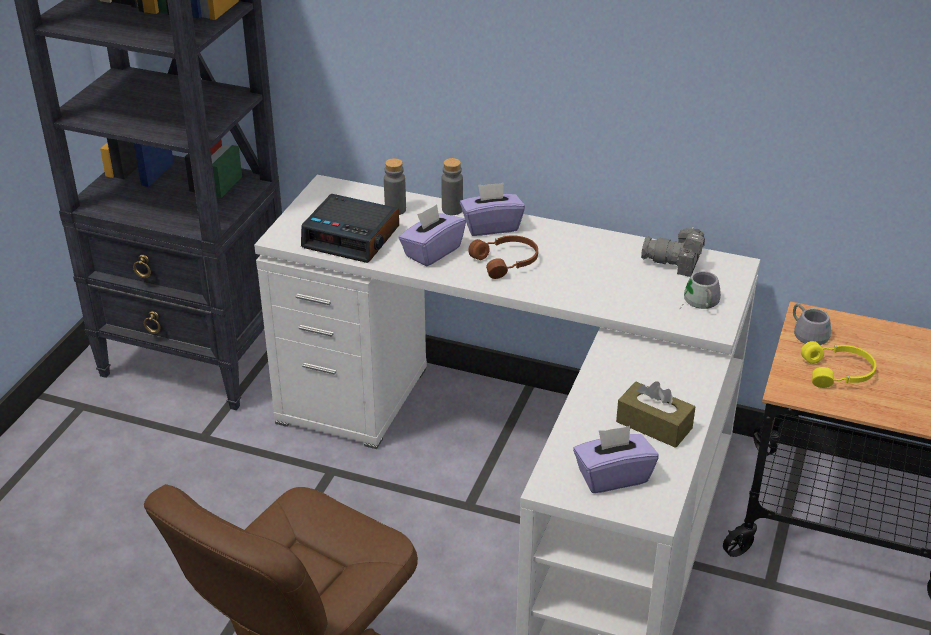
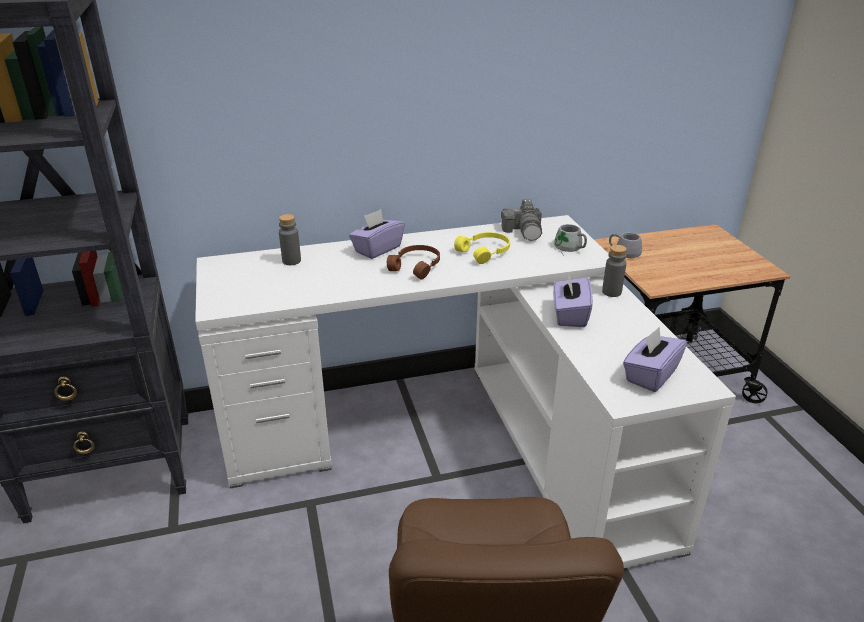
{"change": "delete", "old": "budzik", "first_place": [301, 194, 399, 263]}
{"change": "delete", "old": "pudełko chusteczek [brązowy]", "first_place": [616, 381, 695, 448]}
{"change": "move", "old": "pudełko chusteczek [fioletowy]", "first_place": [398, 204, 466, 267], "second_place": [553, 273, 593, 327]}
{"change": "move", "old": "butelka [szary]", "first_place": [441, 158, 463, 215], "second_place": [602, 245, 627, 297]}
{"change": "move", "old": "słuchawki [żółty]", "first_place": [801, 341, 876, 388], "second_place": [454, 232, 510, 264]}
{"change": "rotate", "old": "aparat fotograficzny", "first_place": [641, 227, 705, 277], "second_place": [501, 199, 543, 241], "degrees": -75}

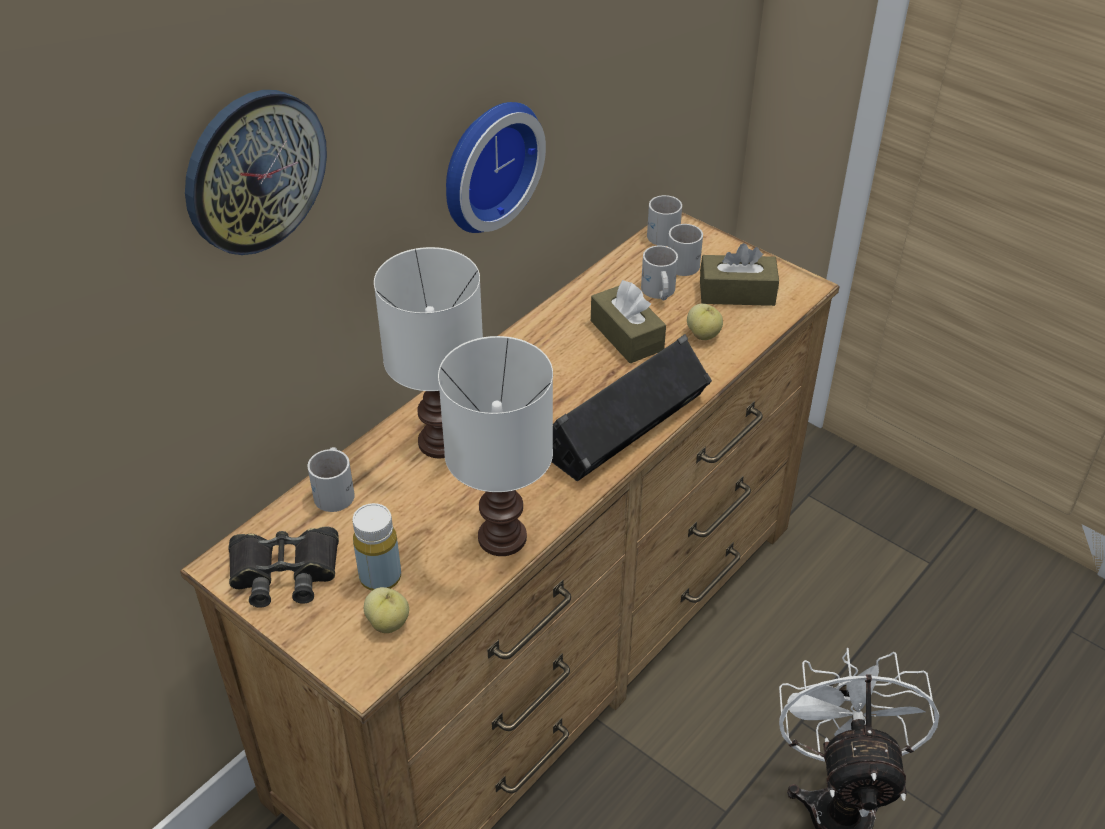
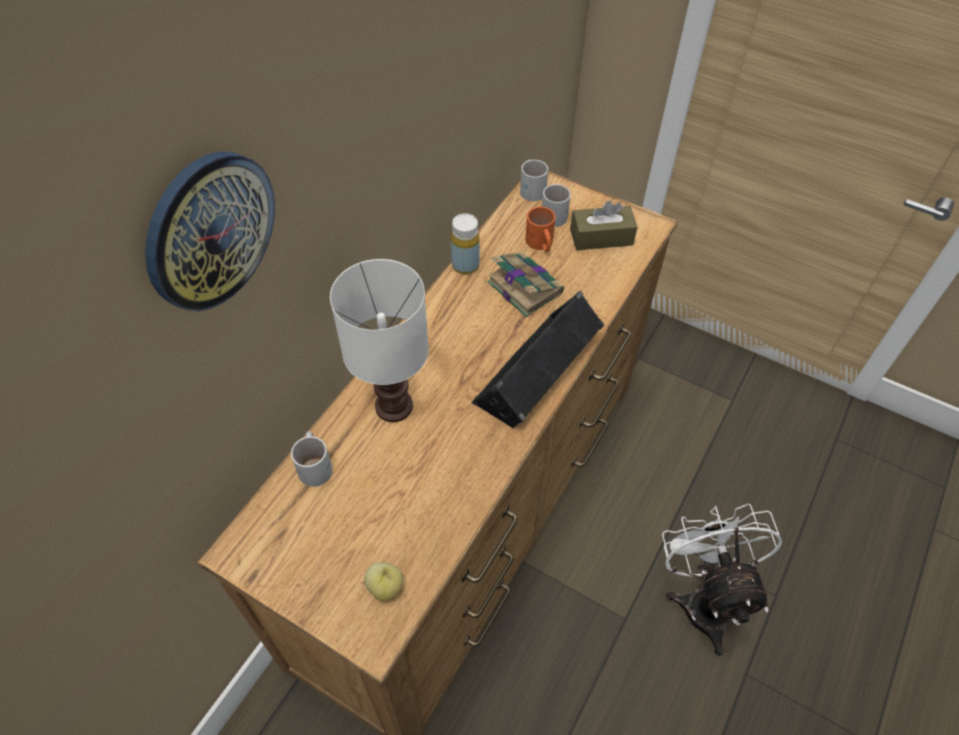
{"change": "delete", "old": "lornetka [czarny]", "first_place": [228, 527, 339, 608]}
{"change": "delete", "old": "lampa stołowa [biały]", "first_place": [438, 336, 553, 556]}
{"change": "delete", "old": "zegar ścienny", "first_place": [446, 102, 546, 233]}
{"change": "delete", "old": "jabłko", "first_place": [687, 304, 723, 340]}
{"change": "move", "old": "butelka [żółty]", "first_place": [352, 503, 401, 591], "second_place": [451, 213, 480, 274]}
{"change": "replace", "old": "pudełko chusteczek [brązowy]", "new": "książka", "first_place": [591, 280, 666, 363], "second_place": [487, 252, 564, 317]}
{"change": "recolor", "old": "kubek [biały]", "new": "kubek [pomarańczowy]", "first_place": [641, 246, 678, 300], "second_place": [525, 207, 555, 252]}

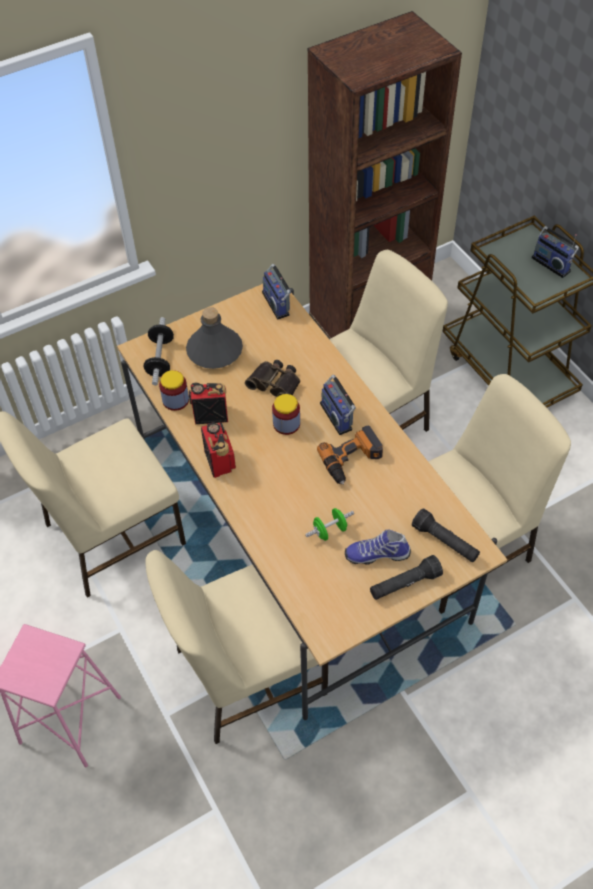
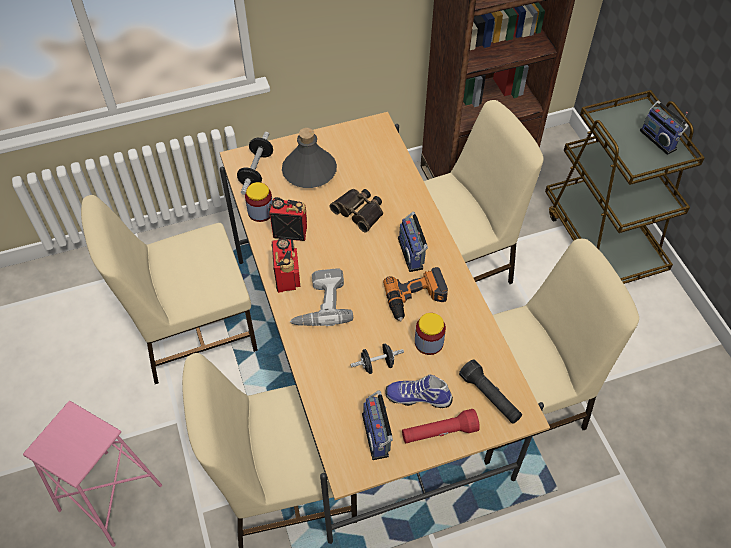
{"change": "insert", "new": "wiertarka", "second_place": [290, 269, 353, 326]}
{"change": "move", "old": "radio", "first_place": [262, 264, 291, 319], "second_place": [362, 390, 393, 460]}
{"change": "move", "old": "słoik", "first_place": [272, 394, 300, 435], "second_place": [415, 313, 446, 355]}
{"change": "recolor", "old": "hantel [zielony]", "new": "hantel [czarny]", "first_place": [305, 508, 354, 541], "second_place": [351, 343, 404, 374]}
{"change": "recolor", "old": "latarka [czarny]", "new": "latarka [czerwony]", "first_place": [370, 555, 443, 600], "second_place": [402, 409, 480, 443]}

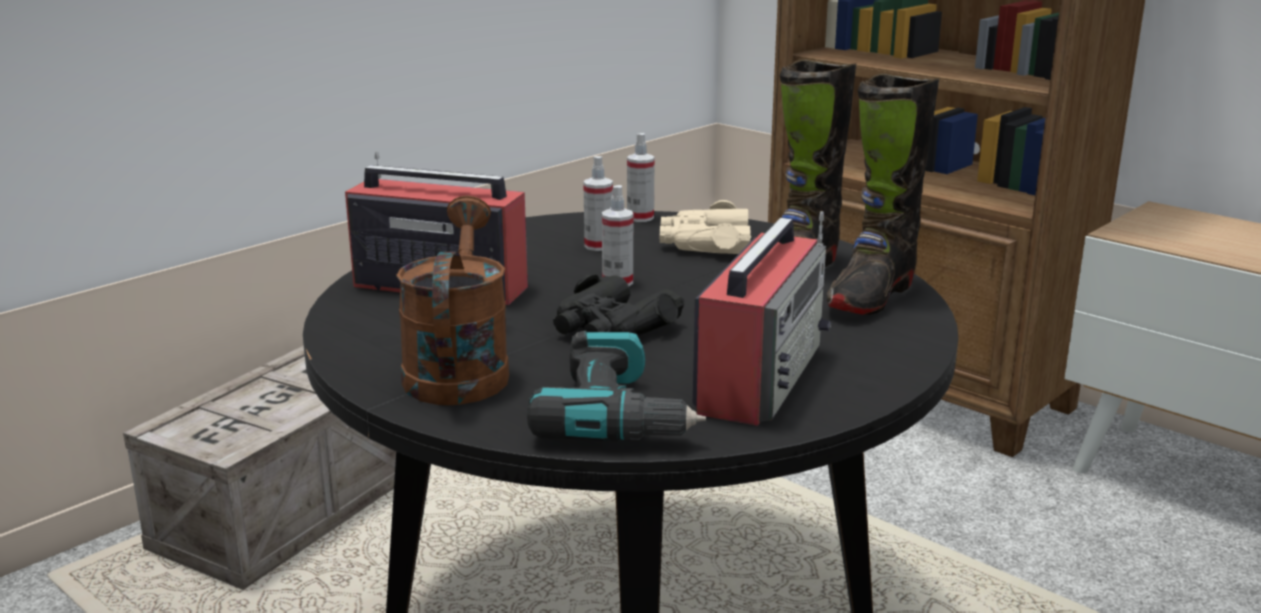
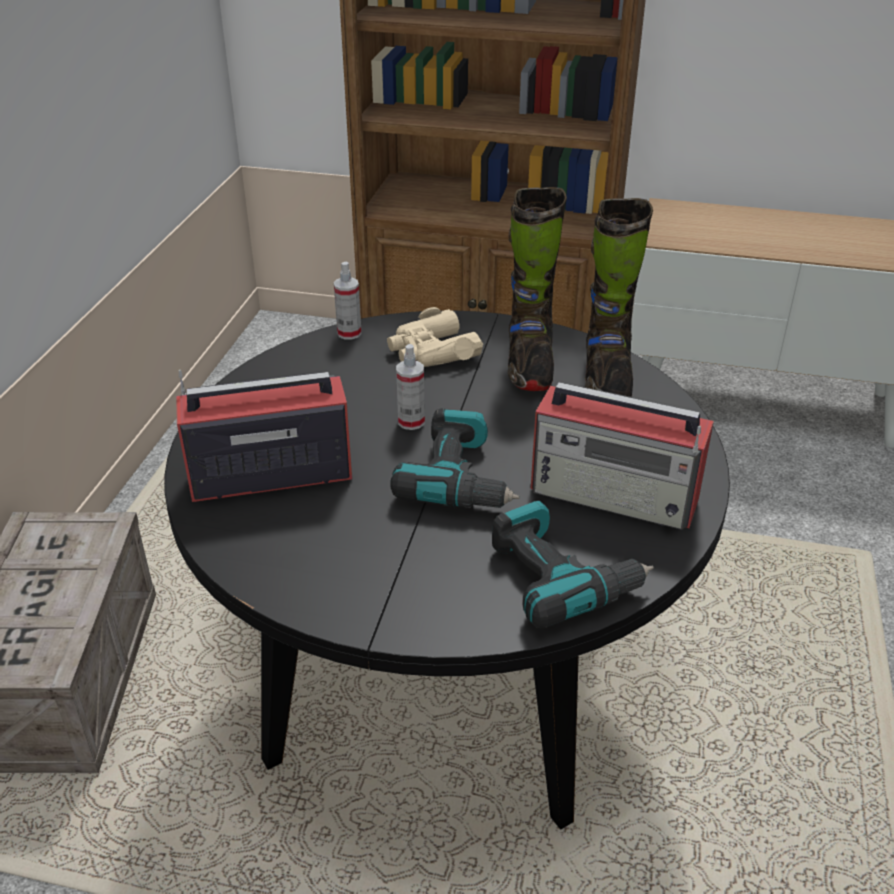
{"change": "delete", "old": "konewka [brązowy]", "first_place": [396, 196, 509, 405]}
{"change": "delete", "old": "spryskiwacz", "first_place": [583, 156, 613, 251]}
{"change": "replace", "old": "lornetka [czarny]", "new": "wiertarka", "first_place": [553, 273, 685, 337], "second_place": [390, 408, 520, 508]}
{"change": "rotate", "old": "radio", "first_place": [693, 211, 832, 426], "second_place": [531, 382, 714, 530], "degrees": 120}

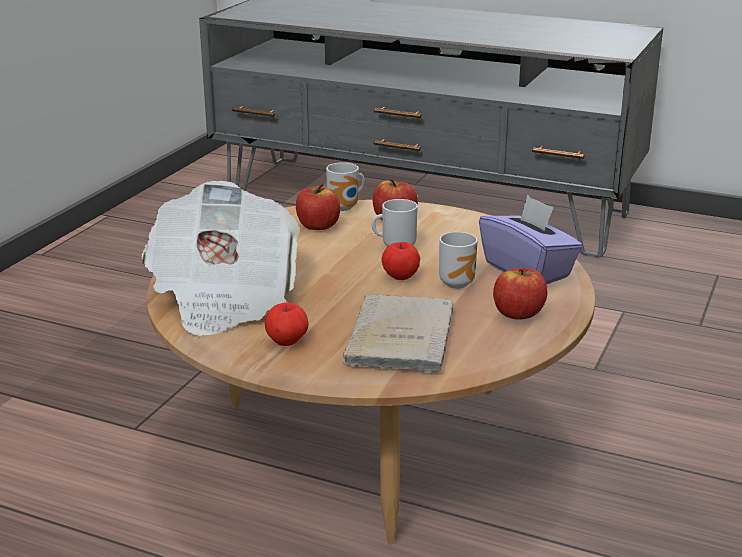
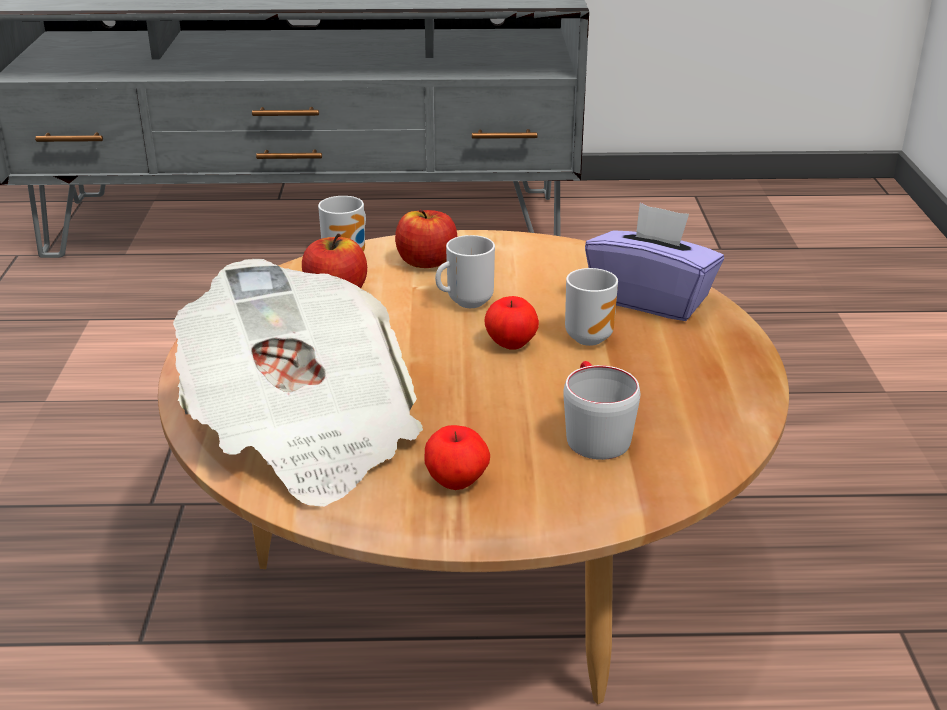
{"change": "delete", "old": "jabłko", "first_place": [493, 268, 547, 320]}
{"change": "replace", "old": "książka [beżowy]", "new": "kubek [szary]", "first_place": [343, 294, 453, 372], "second_place": [563, 361, 640, 460]}

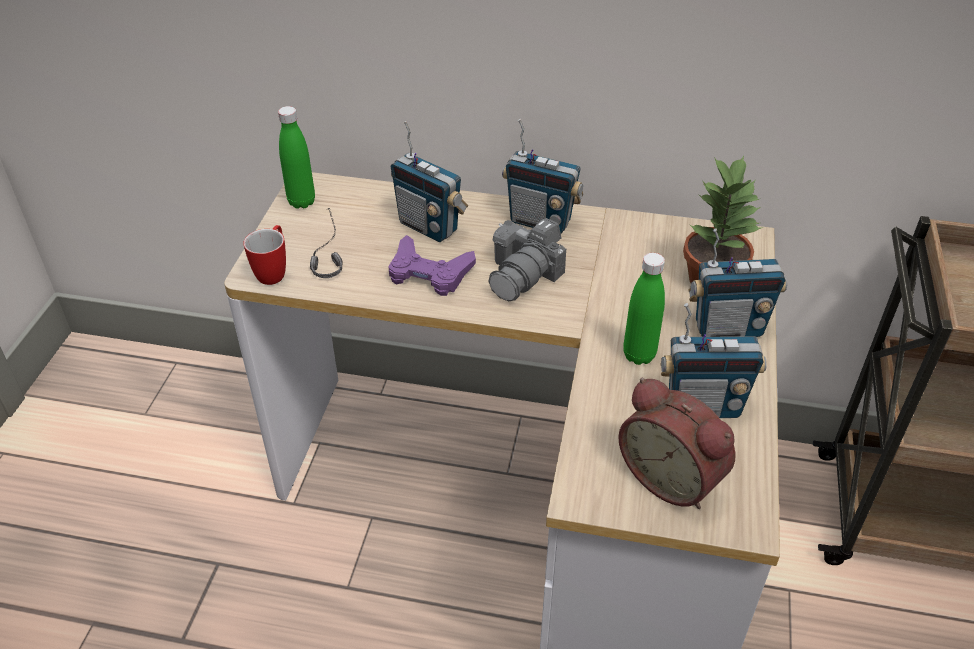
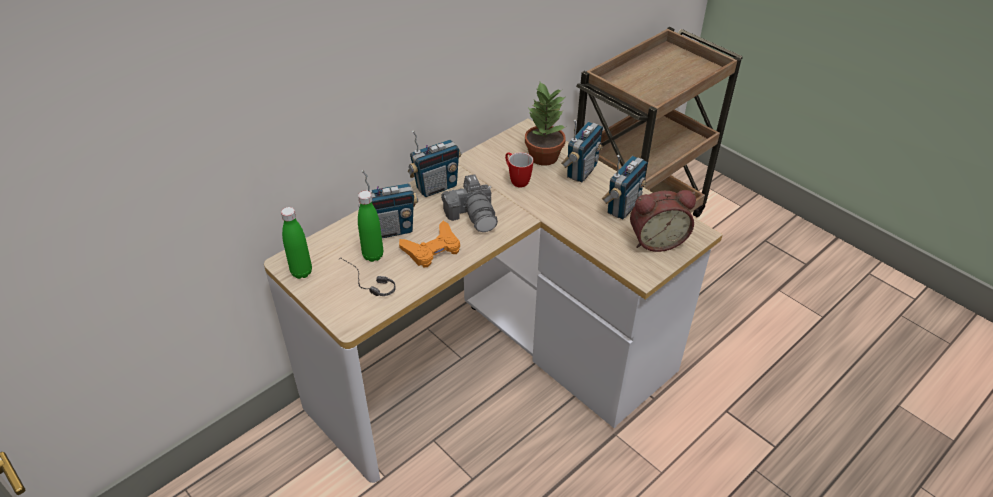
{"change": "move", "old": "kubek", "first_place": [243, 225, 286, 285], "second_place": [505, 152, 533, 187]}
{"change": "move", "old": "butelka [zielony]", "first_place": [623, 253, 665, 365], "second_place": [358, 191, 383, 262]}
{"change": "recolor", "old": "pad do gier [fioletowy]", "new": "pad do gier [pomarańczowy]", "first_place": [389, 235, 476, 296], "second_place": [399, 221, 460, 267]}

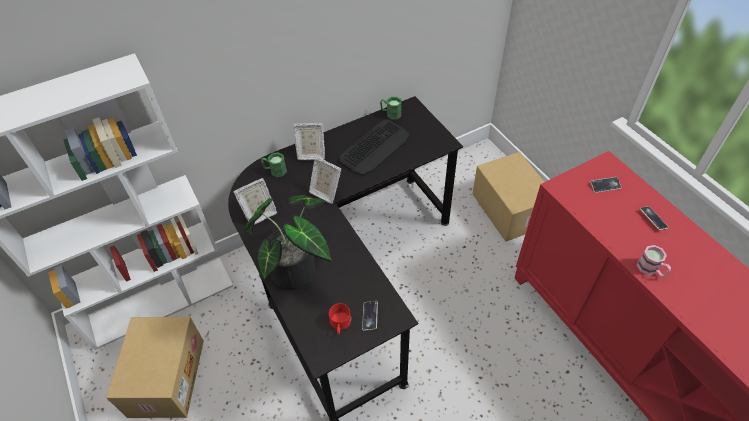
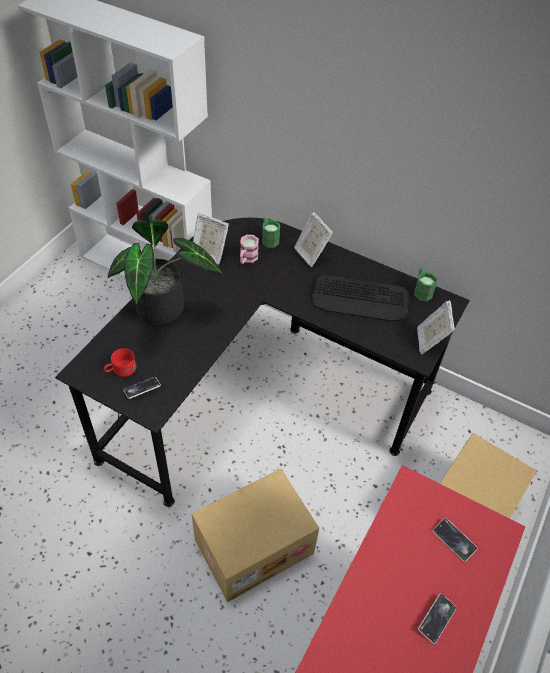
{"change": "move", "old": "karton", "first_place": [106, 317, 204, 418], "second_place": [192, 469, 319, 602]}
{"change": "move", "old": "ramka na zdjęcie", "first_place": [309, 157, 341, 204], "second_place": [417, 300, 455, 354]}
{"change": "move", "old": "kubek [różowy]", "first_place": [637, 245, 671, 277], "second_place": [240, 235, 259, 264]}

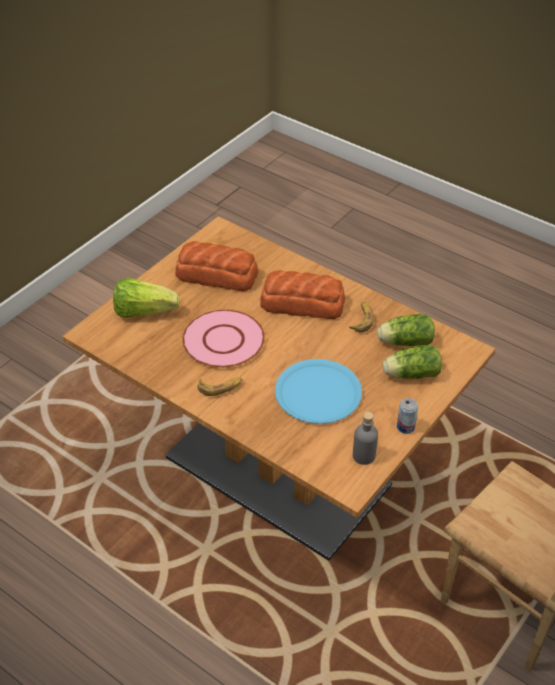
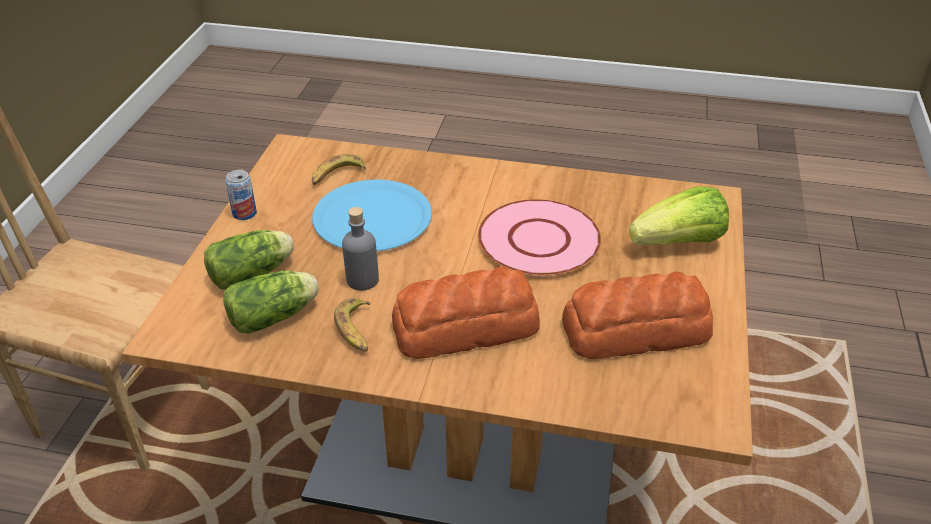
{"change": "move", "old": "banan", "first_place": [197, 378, 243, 396], "second_place": [312, 154, 366, 185]}
{"change": "move", "old": "butelka [szary]", "first_place": [353, 412, 378, 465], "second_place": [342, 207, 379, 291]}

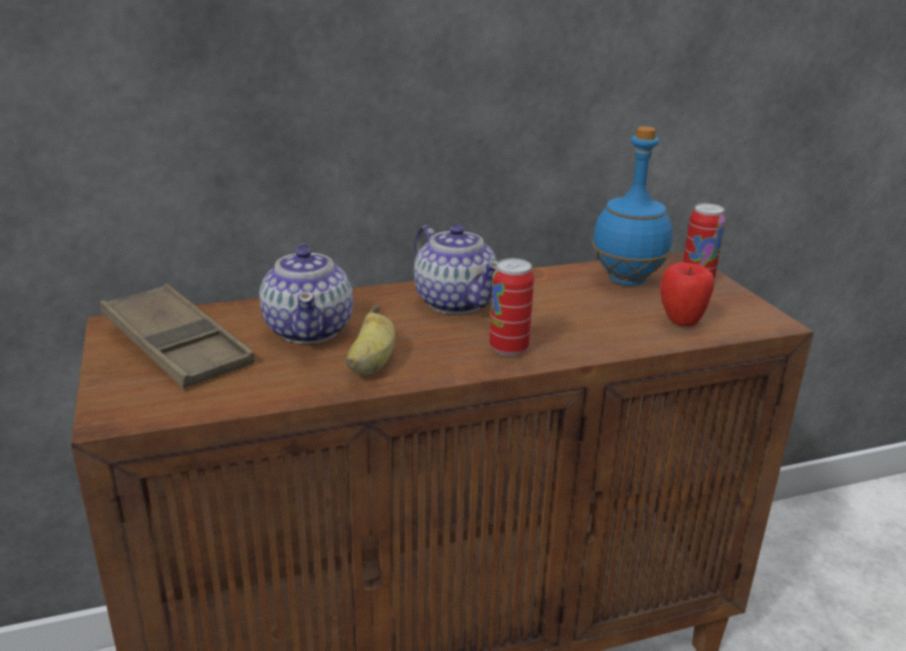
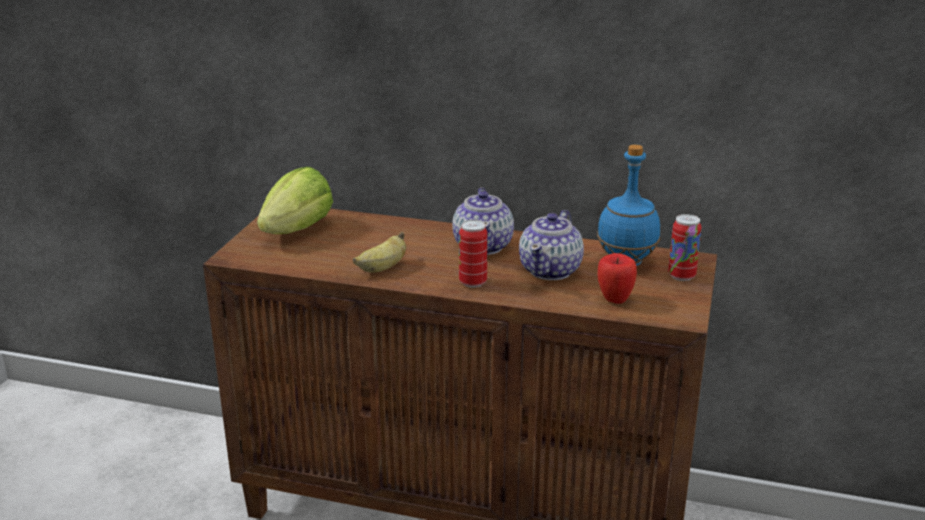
{"change": "move", "old": "imbryk", "first_place": [259, 243, 353, 344], "second_place": [519, 210, 584, 280]}
{"change": "replace", "old": "taca [brązowy]", "new": "sałata", "first_place": [100, 284, 254, 388], "second_place": [257, 167, 333, 234]}

